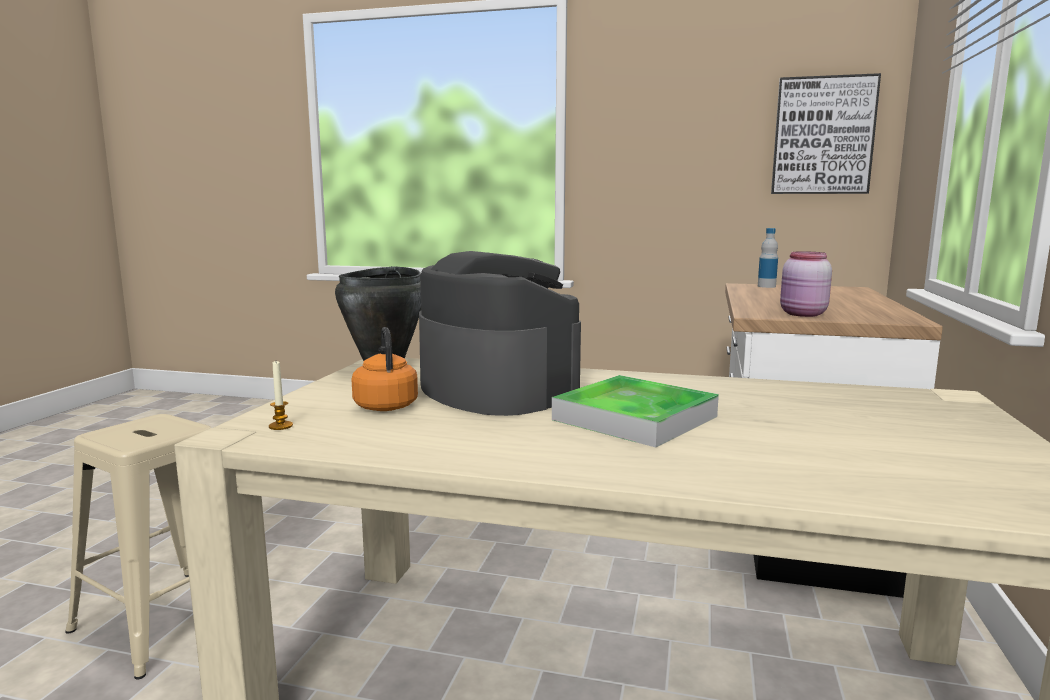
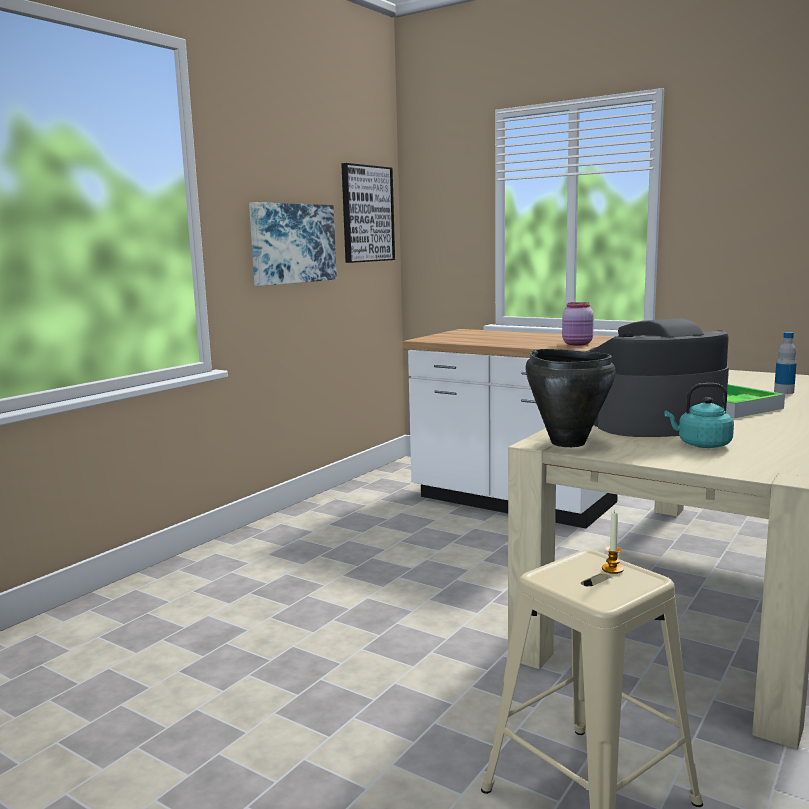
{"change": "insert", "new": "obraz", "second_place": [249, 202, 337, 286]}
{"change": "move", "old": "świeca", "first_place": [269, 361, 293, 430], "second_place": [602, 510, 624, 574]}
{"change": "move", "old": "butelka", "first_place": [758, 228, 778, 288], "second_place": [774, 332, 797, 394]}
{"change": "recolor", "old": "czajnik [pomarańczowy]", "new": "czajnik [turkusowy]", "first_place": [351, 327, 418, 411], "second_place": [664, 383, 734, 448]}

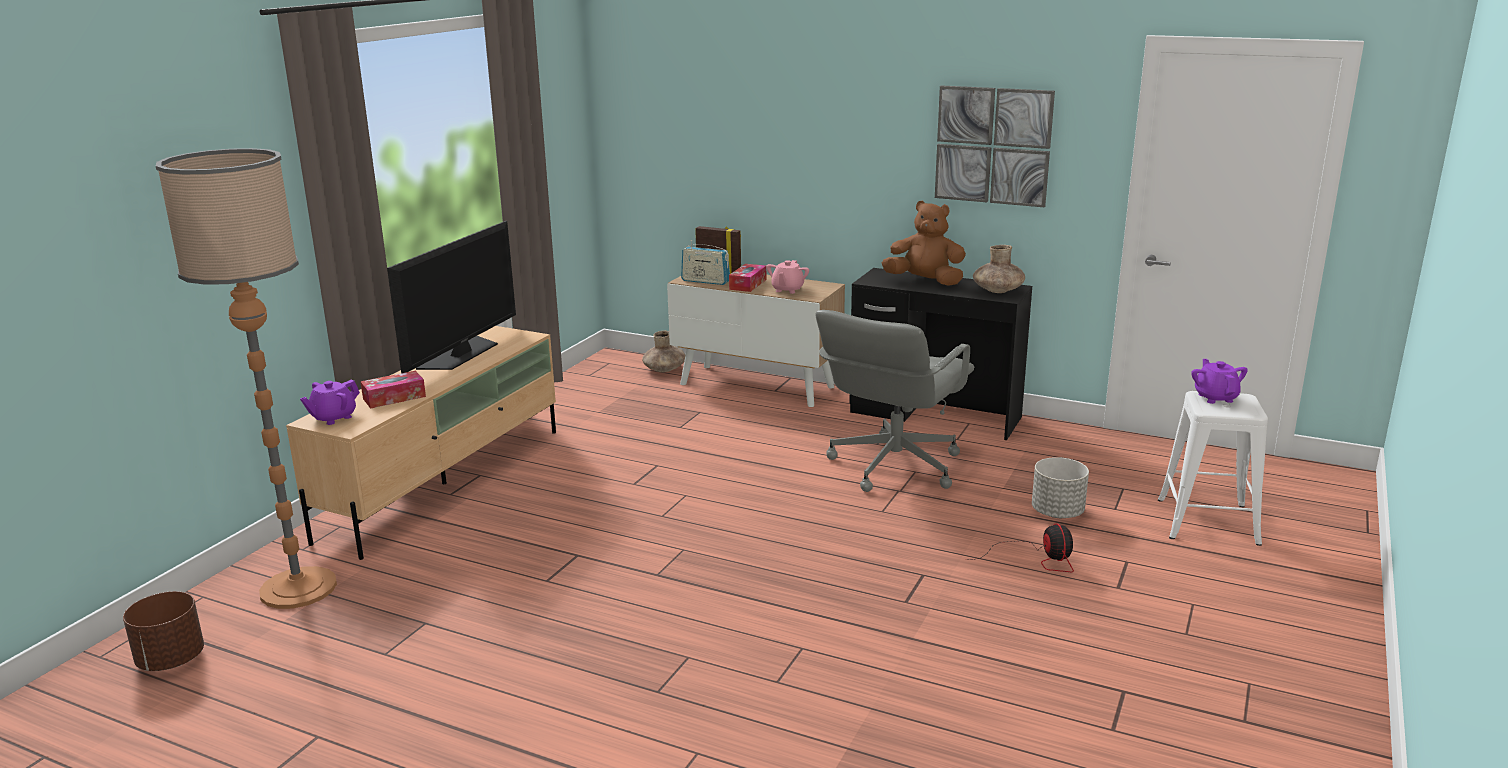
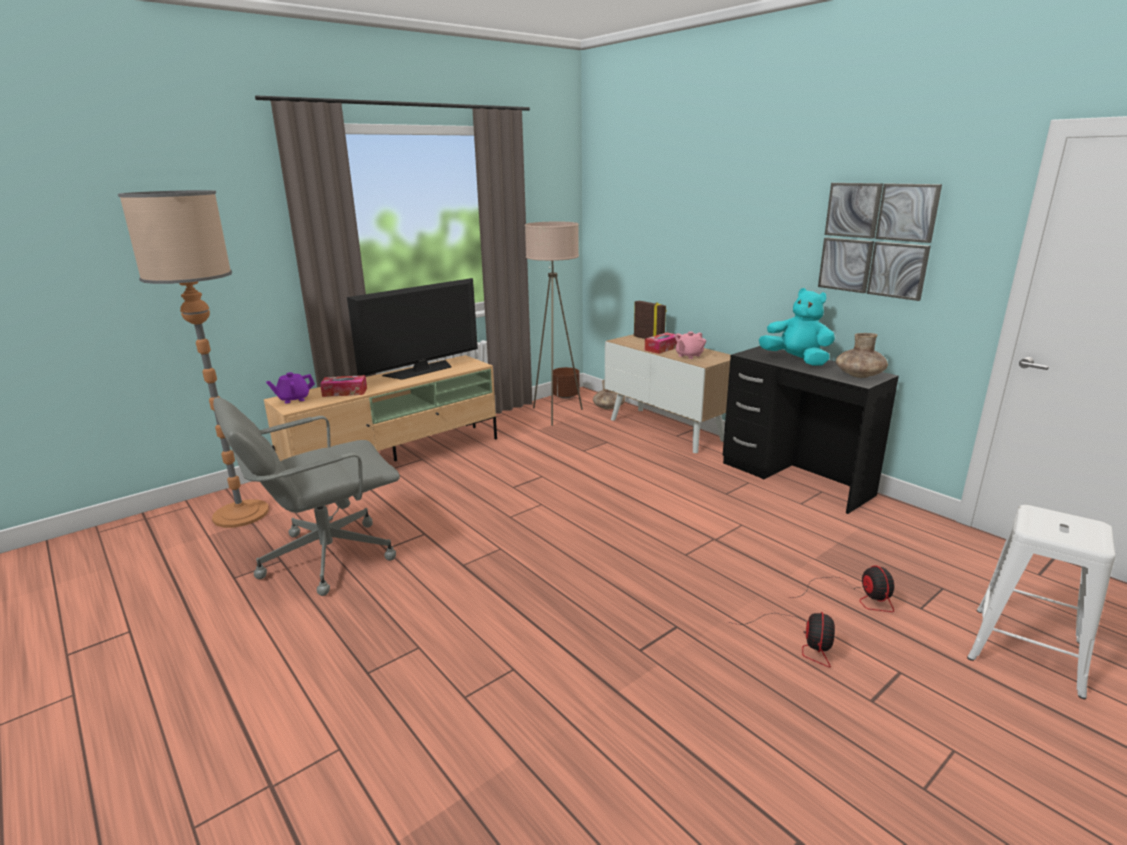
{"change": "delete", "old": "radio", "first_place": [681, 240, 730, 285]}
{"change": "delete", "old": "imbryk [fioletowy]", "first_place": [1191, 359, 1248, 404]}
{"change": "insert", "new": "lampa stojąca [beżowy]", "second_place": [525, 222, 583, 426]}
{"change": "move", "old": "donica [brązowy]", "first_place": [123, 591, 204, 671], "second_place": [553, 367, 580, 399]}
{"change": "move", "old": "krzesło biurowe [szary]", "first_place": [815, 310, 974, 492], "second_place": [213, 397, 400, 596]}
{"change": "replace", "old": "donica [szary]", "new": "wentylator", "first_place": [1032, 457, 1089, 518], "second_place": [791, 565, 894, 612]}
{"change": "recolor", "old": "pluszak [brązowy]", "new": "pluszak [turkusowy]", "first_place": [882, 200, 966, 286], "second_place": [759, 288, 835, 366]}

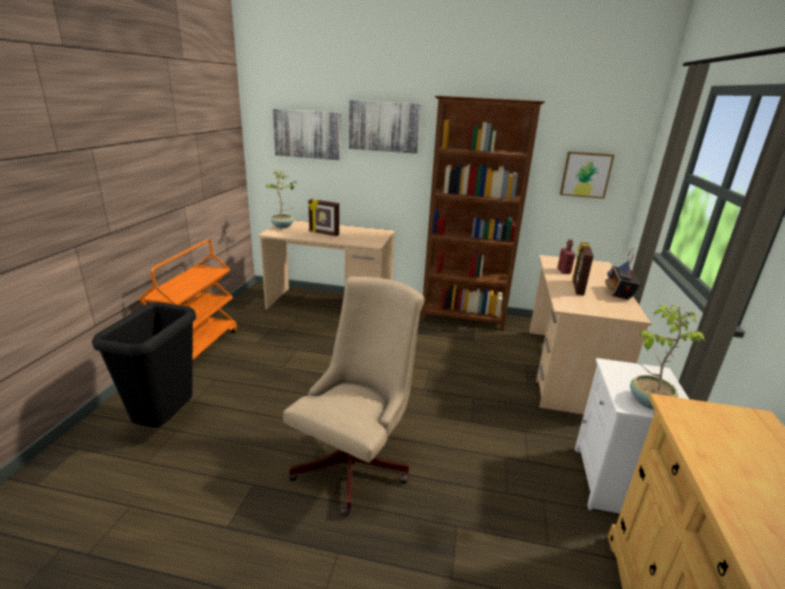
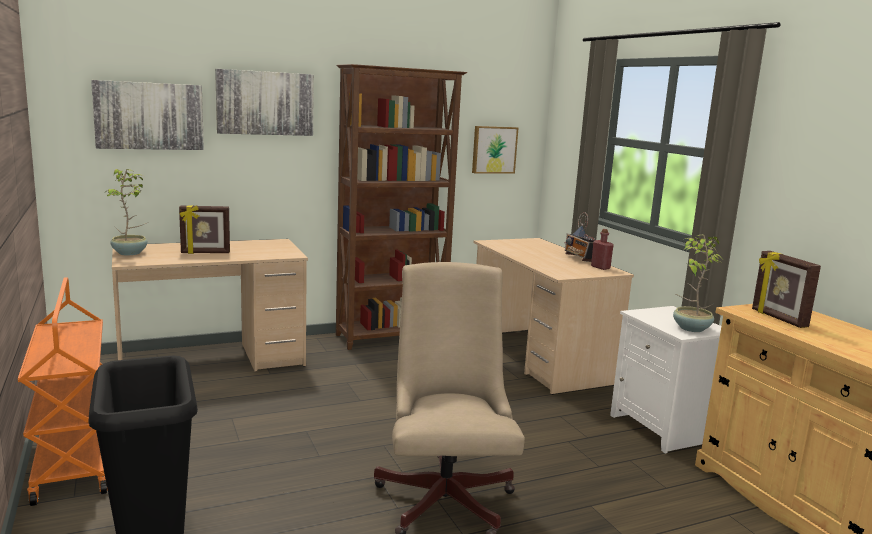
{"change": "move", "old": "butelka [czerwony]", "first_place": [557, 239, 575, 274], "second_place": [591, 229, 614, 270]}
{"change": "move", "old": "ramka na zdjęcie", "first_place": [572, 242, 593, 296], "second_place": [752, 251, 821, 328]}

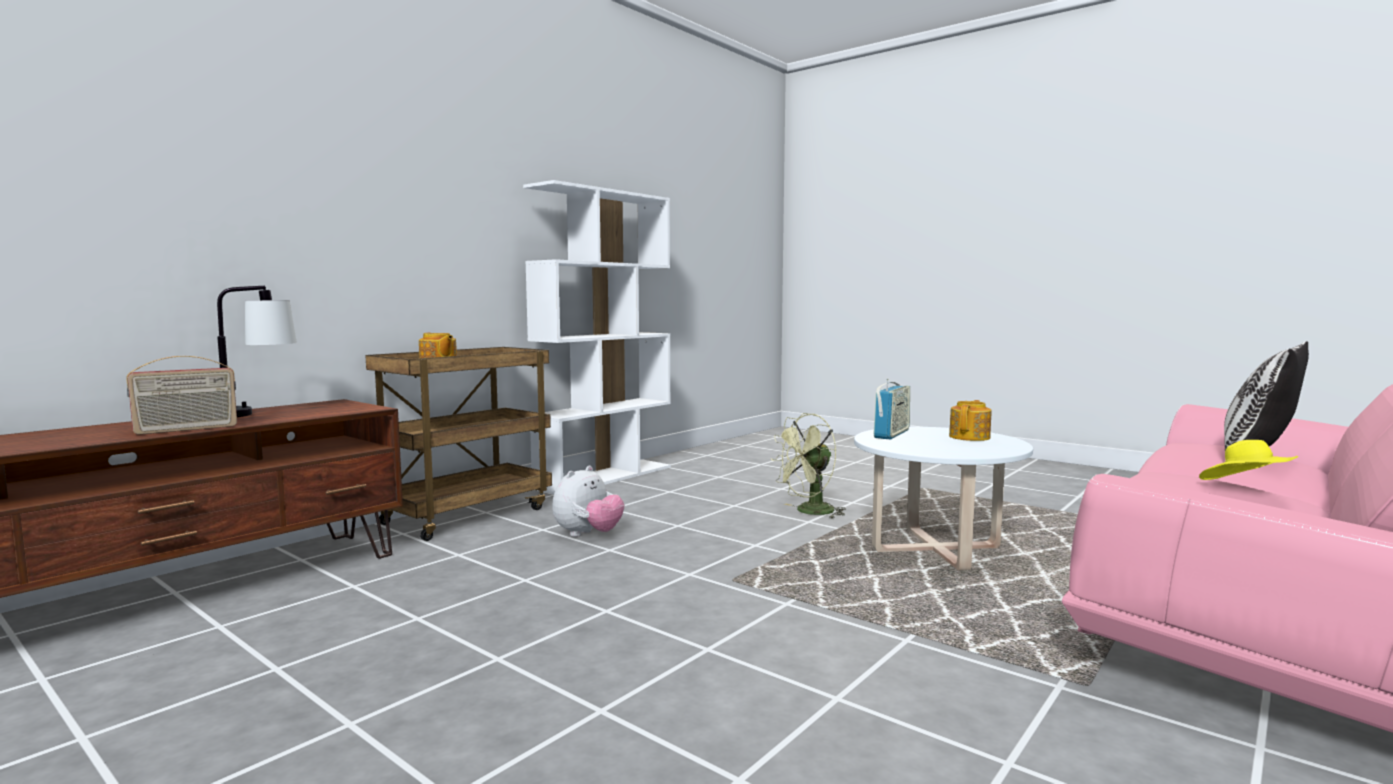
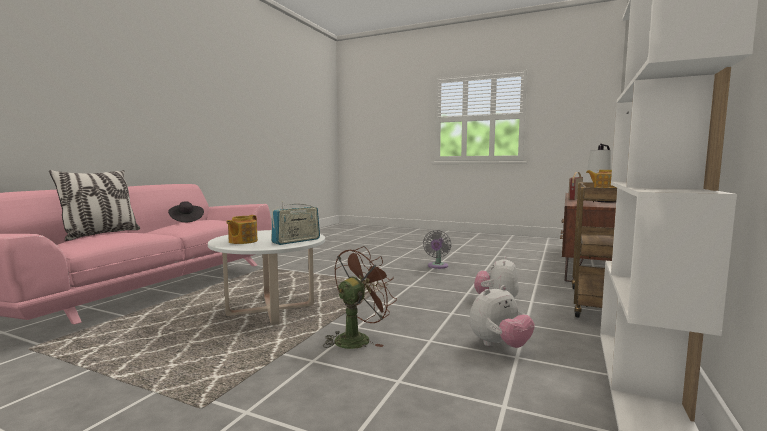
{"change": "insert", "new": "wentylator [szary]", "second_place": [423, 230, 451, 269]}
{"change": "insert", "new": "pluszak", "second_place": [469, 285, 535, 348]}
{"change": "recolor", "old": "wentylator [zielony]", "new": "wentylator [brązowy]", "first_place": [771, 413, 846, 519], "second_place": [323, 246, 397, 349]}
{"change": "recolor", "old": "kapelusz [żółty]", "new": "kapelusz [czarny]", "first_place": [1199, 440, 1298, 480], "second_place": [168, 201, 204, 222]}
{"change": "rotate", "old": "radio", "first_place": [873, 379, 910, 439], "second_place": [271, 201, 320, 245], "degrees": -150}

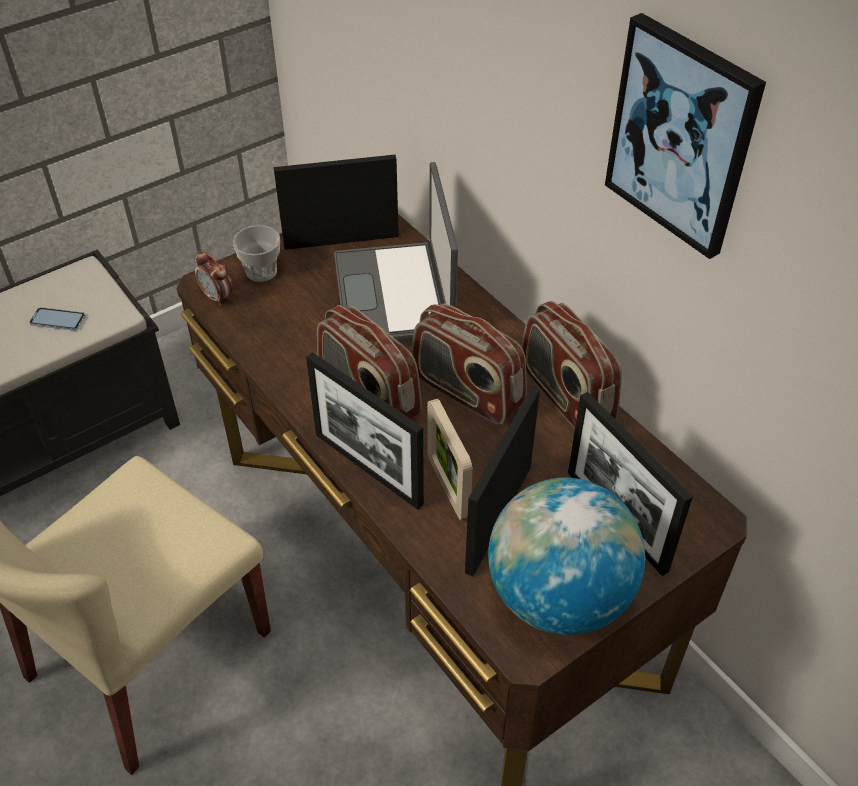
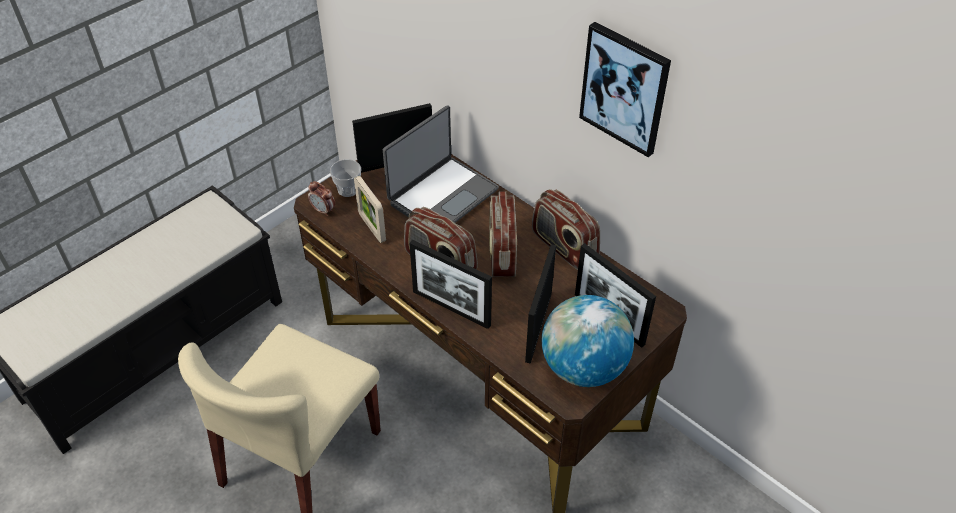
{"change": "delete", "old": "telefon", "first_place": [29, 307, 86, 331]}
{"change": "move", "old": "ramka na zdjęcie", "first_place": [427, 399, 473, 520], "second_place": [354, 176, 386, 243]}
{"change": "rotate", "old": "laptop", "first_place": [334, 162, 458, 342], "second_place": [383, 105, 499, 223], "degrees": -120}
{"change": "rotate", "old": "radio", "first_place": [411, 303, 527, 425], "second_place": [489, 191, 517, 277], "degrees": 60}

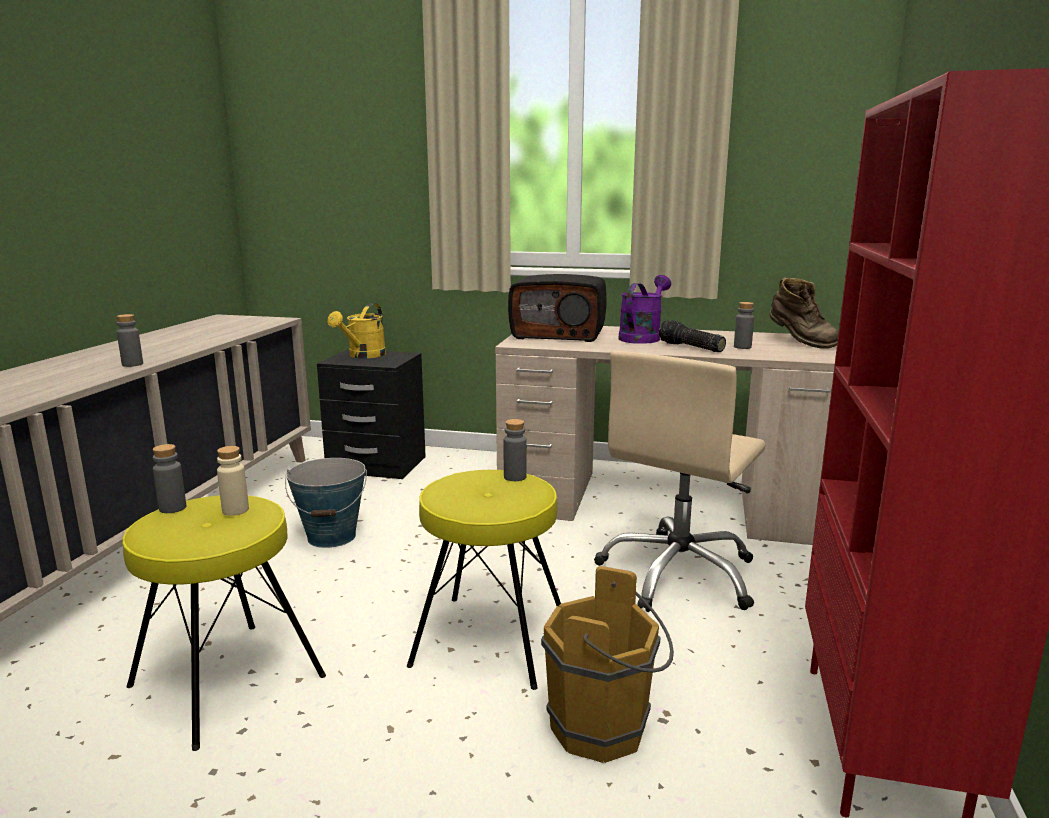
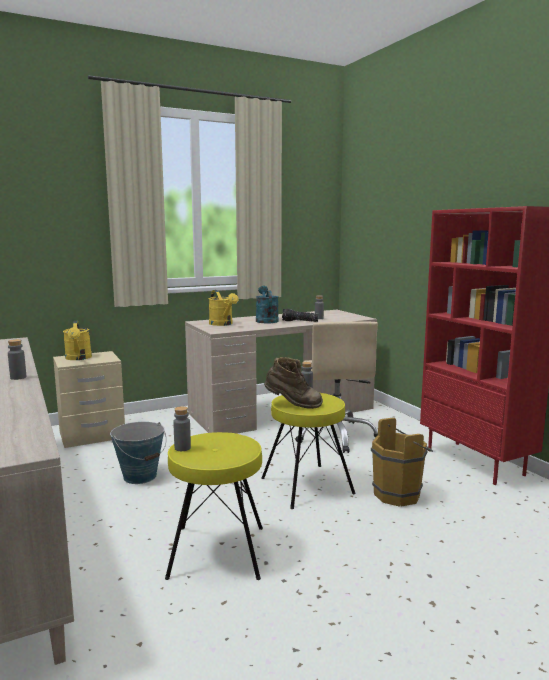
{"change": "delete", "old": "butelka [beżowy]", "first_place": [217, 446, 249, 516]}
{"change": "move", "old": "but z cholewką [brązowy]", "first_place": [769, 277, 839, 349], "second_place": [264, 357, 323, 409]}
{"change": "replace", "old": "radio", "new": "konewka [żółty]", "first_place": [508, 274, 607, 342], "second_place": [209, 290, 238, 326]}
{"change": "recolor", "old": "szafka nocna [czarny]", "new": "szafka nocna [beżowy]", "first_place": [317, 349, 426, 479], "second_place": [53, 351, 125, 448]}
{"change": "recolor", "old": "konewka [fioletowy]", "new": "konewka [turkusowy]", "first_place": [618, 275, 671, 344], "second_place": [256, 286, 279, 323]}

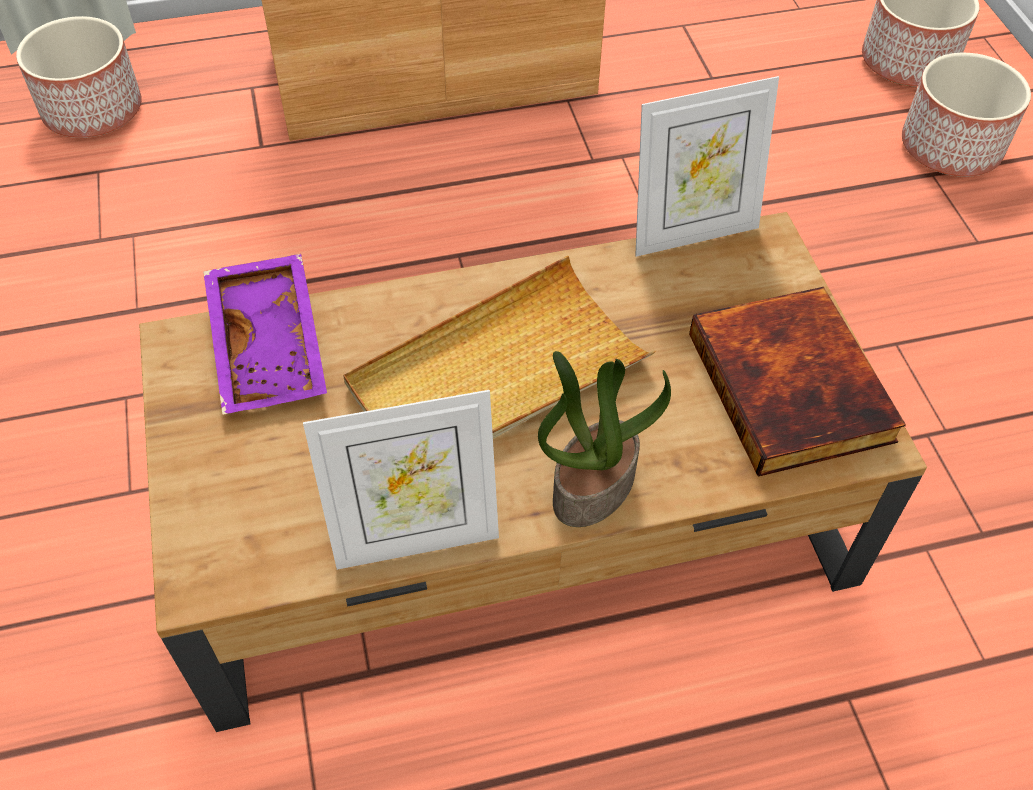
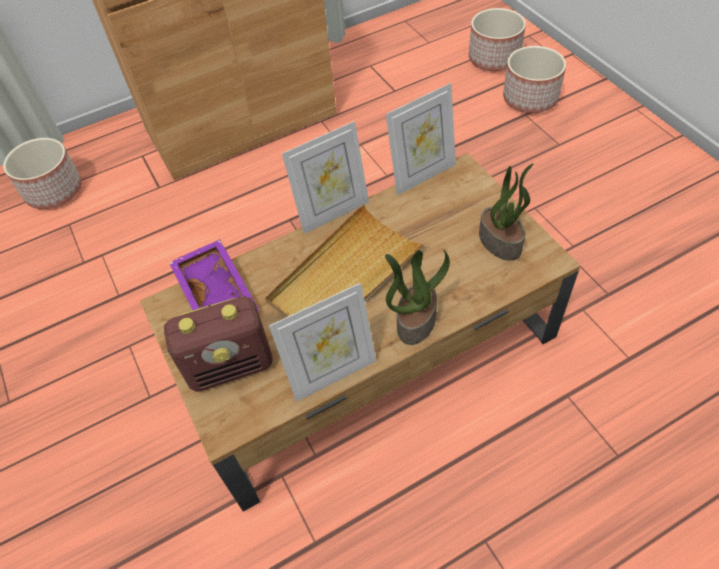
{"change": "insert", "new": "radio", "second_place": [164, 296, 272, 392]}
{"change": "insert", "new": "ramka na zdjęcie", "second_place": [282, 121, 369, 234]}
{"change": "replace", "old": "książka", "new": "roślina doniczkowa", "first_place": [689, 287, 906, 477], "second_place": [479, 163, 533, 261]}

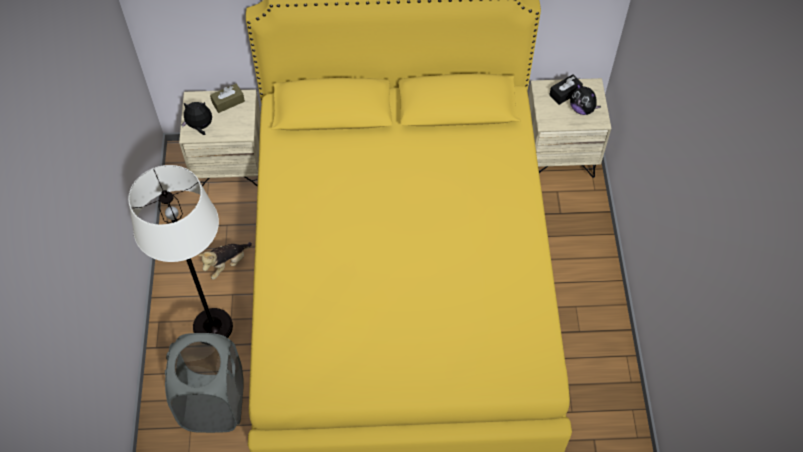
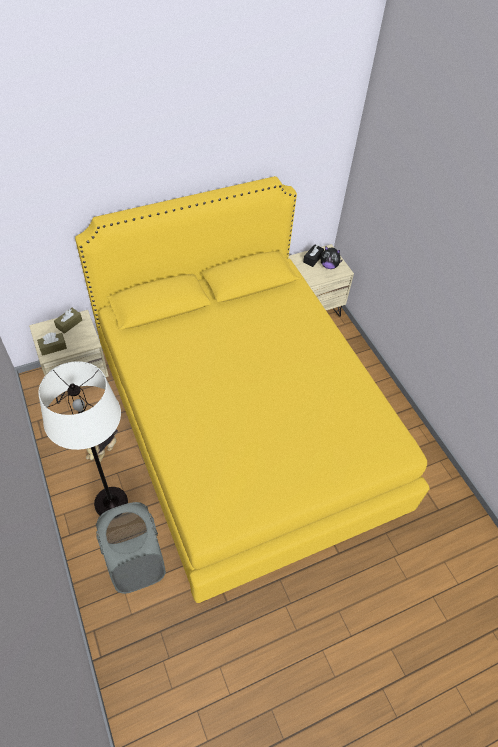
{"change": "replace", "old": "pluszak", "new": "pudełko chusteczek [brązowy]", "first_place": [181, 102, 212, 135], "second_place": [37, 332, 67, 356]}

